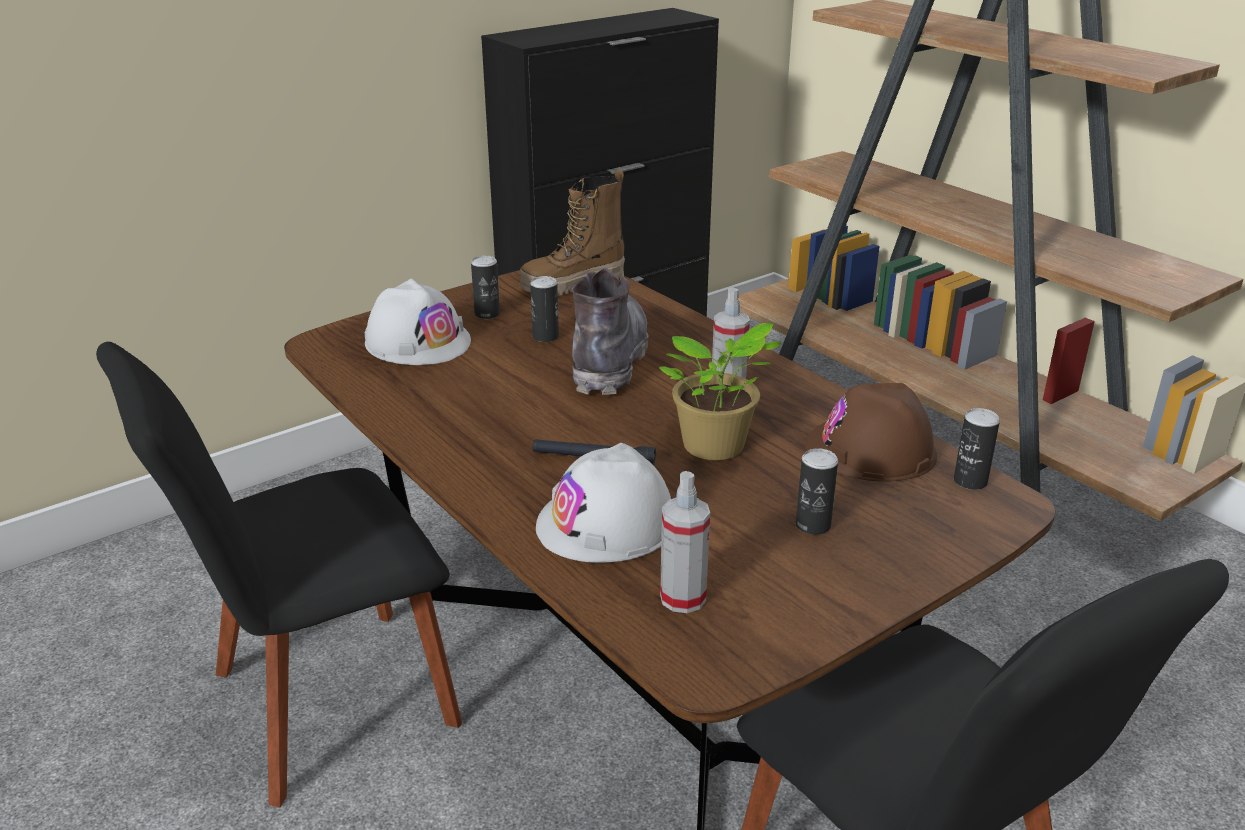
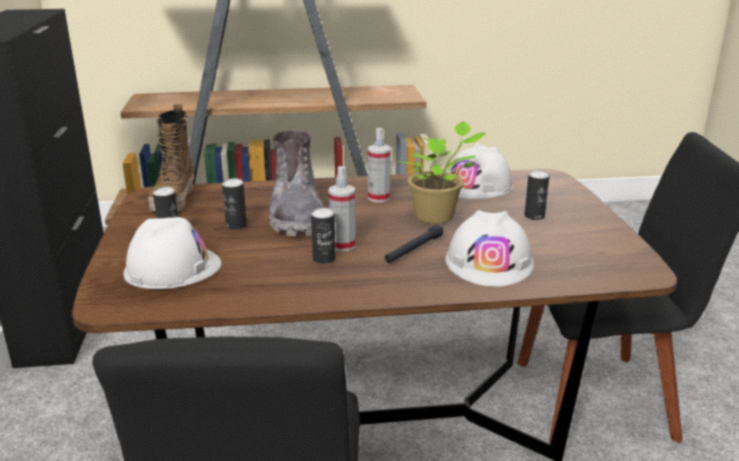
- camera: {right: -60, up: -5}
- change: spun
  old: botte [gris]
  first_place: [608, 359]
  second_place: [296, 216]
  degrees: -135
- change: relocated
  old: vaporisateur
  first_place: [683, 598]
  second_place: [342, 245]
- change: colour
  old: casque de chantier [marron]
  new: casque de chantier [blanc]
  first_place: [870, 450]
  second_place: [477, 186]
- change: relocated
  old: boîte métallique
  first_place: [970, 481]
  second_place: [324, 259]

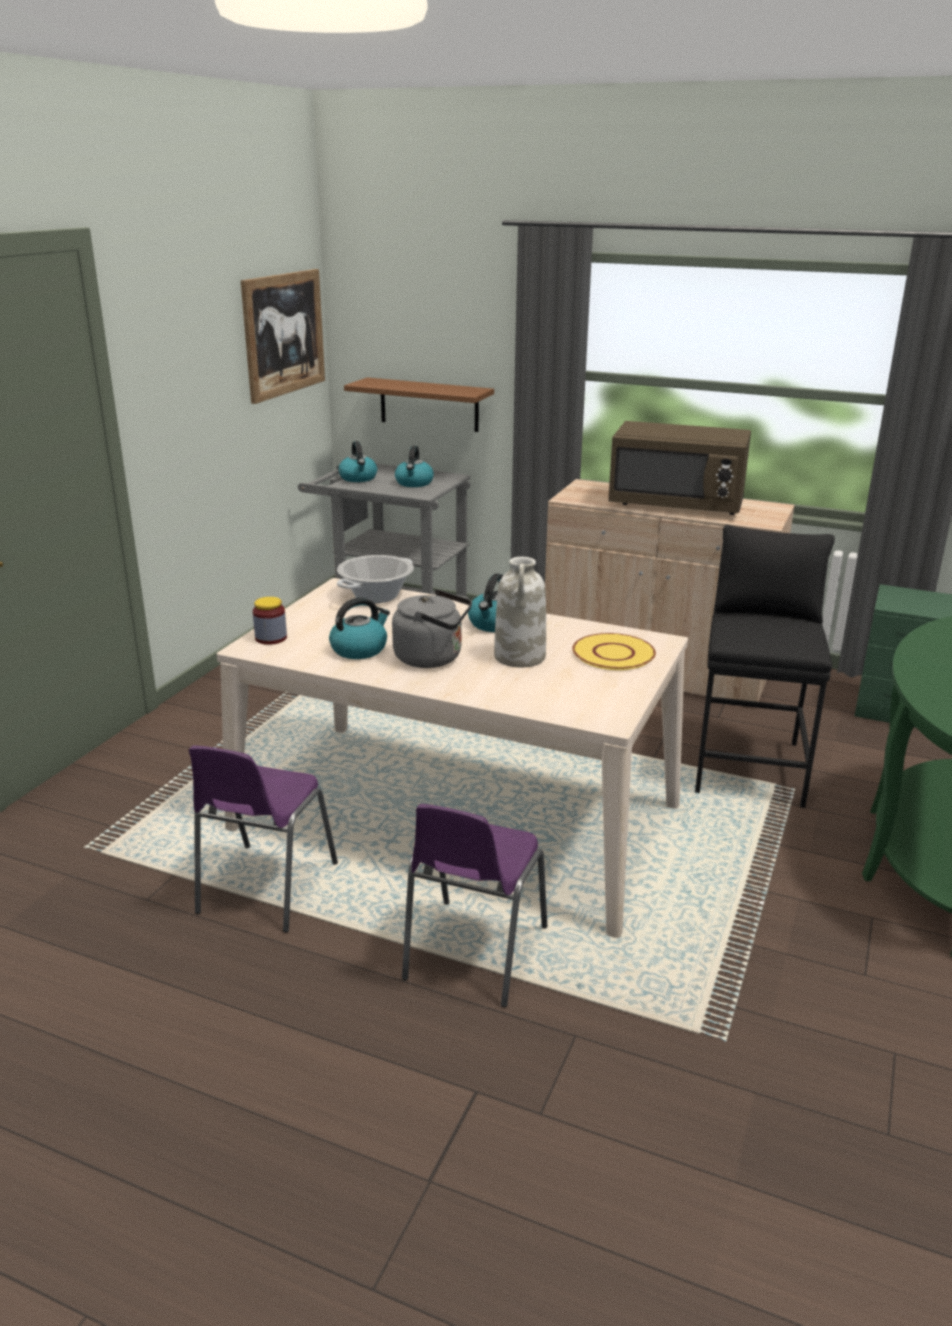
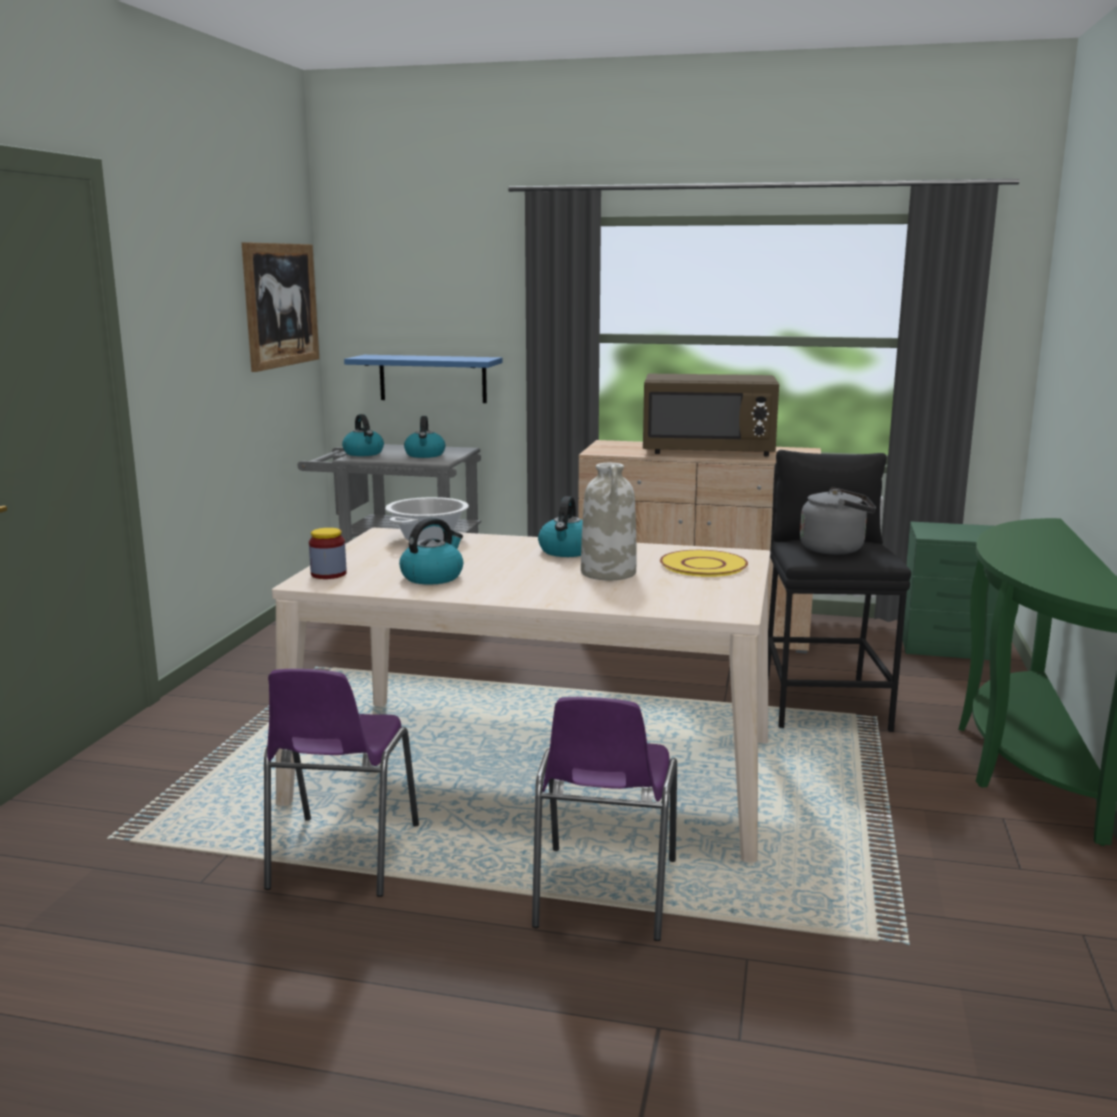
- camera: {right: -10, up: -10}
- change: colour
  old: étagère [marron]
  new: étagère [bleu]
  first_place: [429, 404]
  second_place: [432, 378]
- change: relocated
  old: bouilloire [gris]
  first_place: [432, 658]
  second_place: [836, 549]

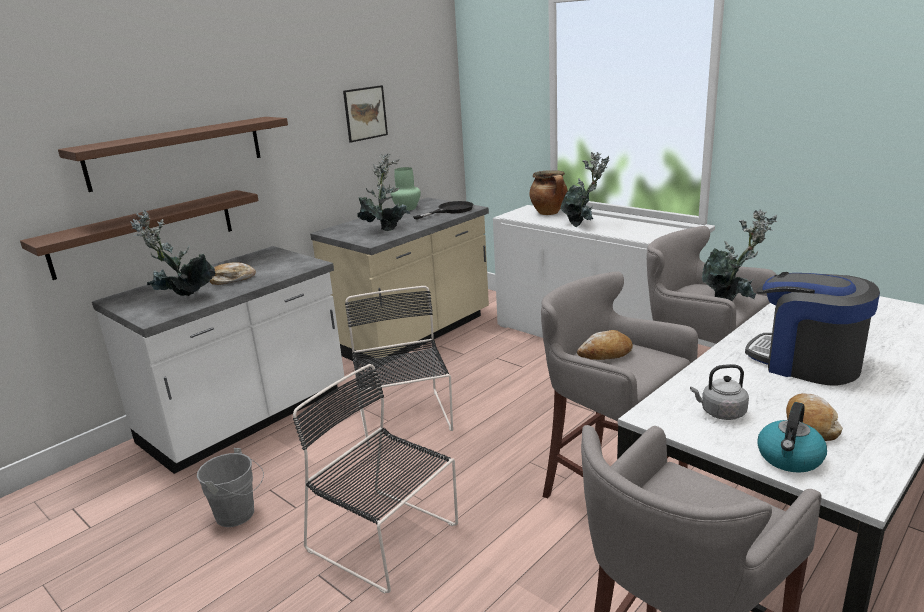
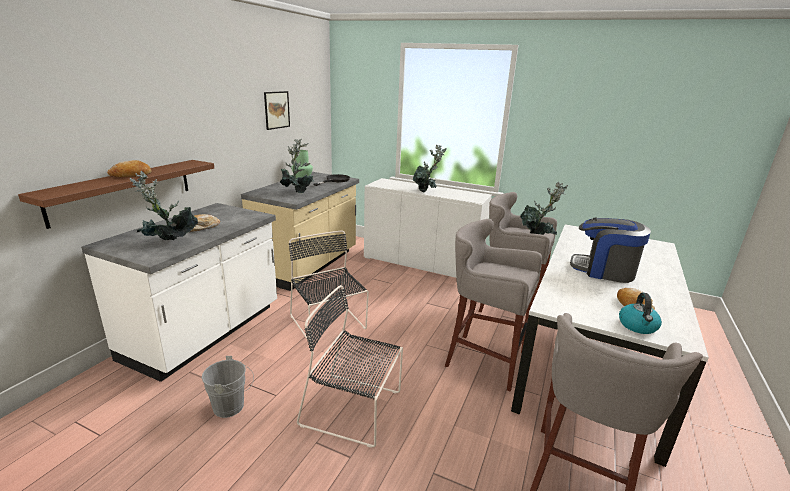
- camera: {right: -20, up: 0}
- change: missing
  old: étagère [marron]
  first_place: [177, 152]
- change: missing
  old: marmite
  first_place: [549, 213]
- change: relocated
  old: pain
  first_place: [605, 353]
  second_place: [131, 175]
- change: missing
  old: bouilloire [gris]
  first_place: [720, 413]

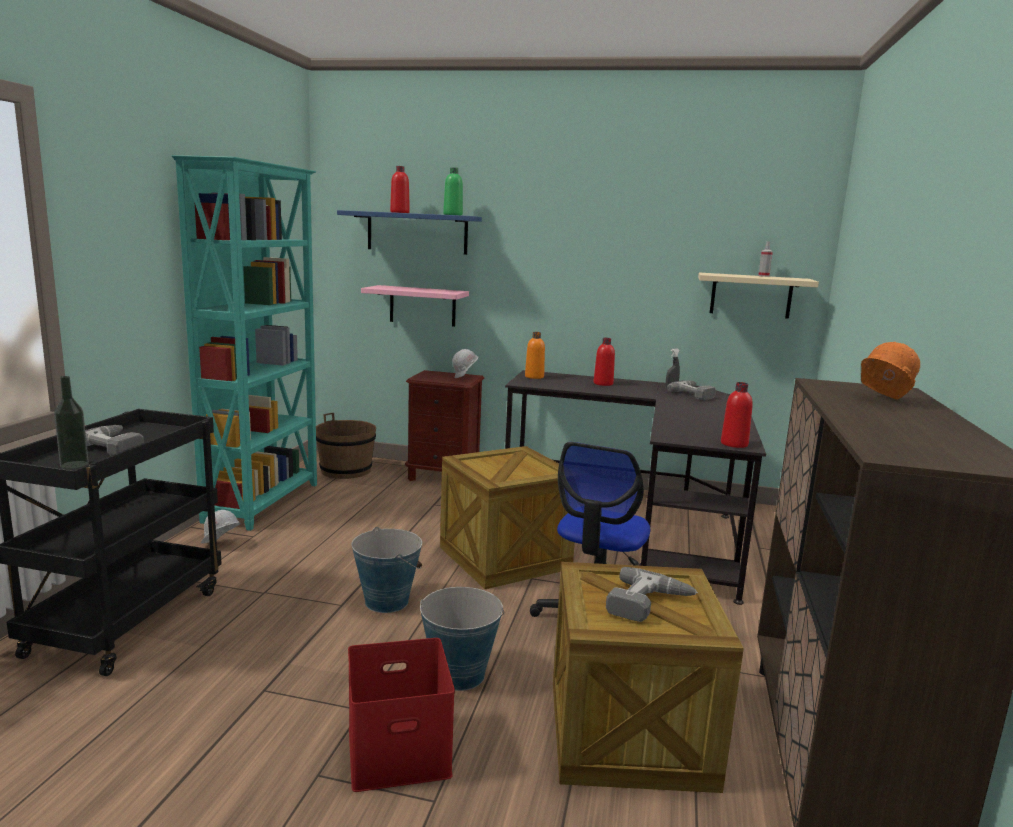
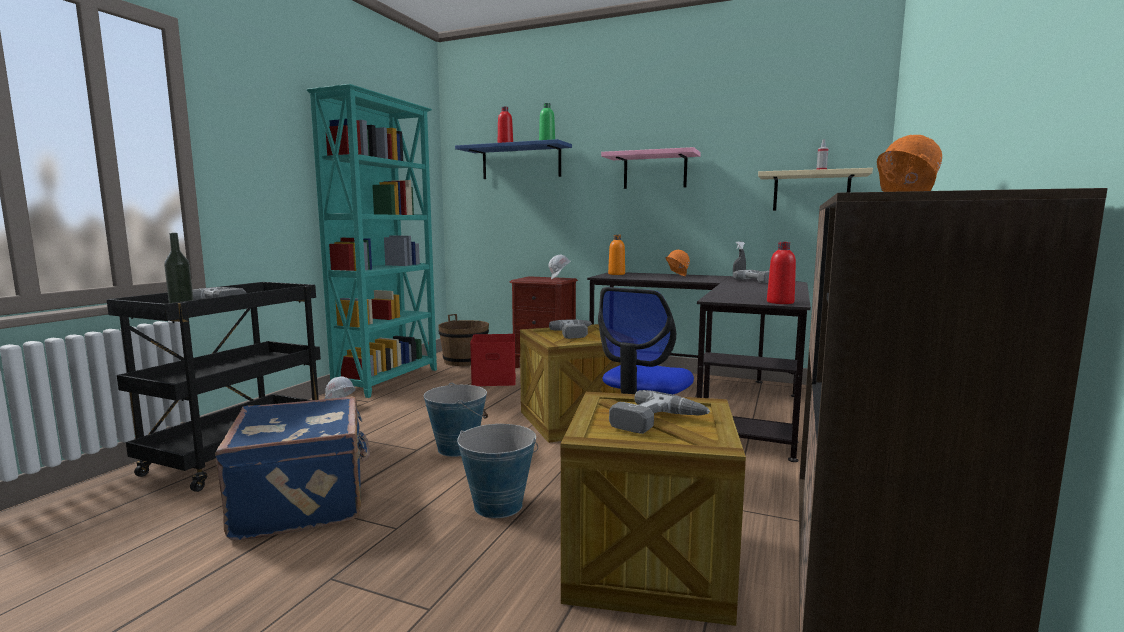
- camera: {right: 10, up: -5}
- change: relocated
  old: boîte de rangement [rouge]
  first_place: [396, 752]
  second_place: [493, 380]
- change: relocated
  old: étagère [rose]
  first_place: [422, 306]
  second_place: [655, 171]
- change: exchanged
  old: bouteille [rouge]
  new: casque de chantier [orange]
  first_place: [603, 384]
  second_place: [676, 276]
- change: appeared
  new: valise [bleu]
  second_place: [305, 501]
- change: appeared
  new: perceuse
  second_place: [576, 333]

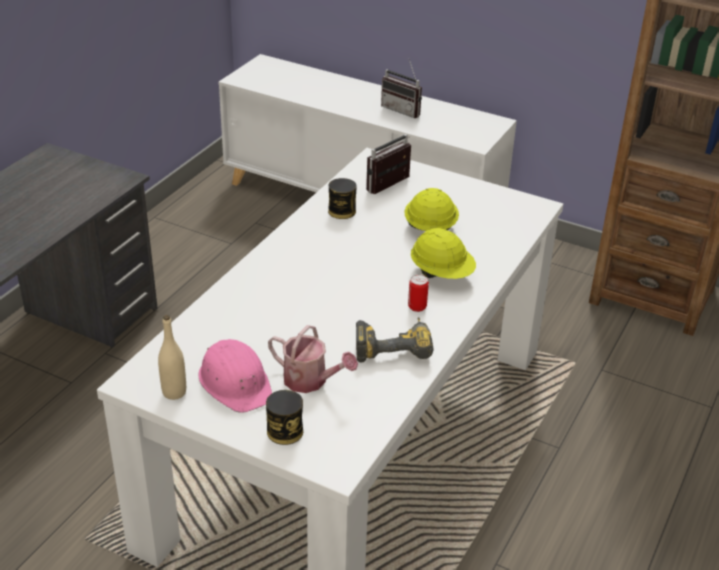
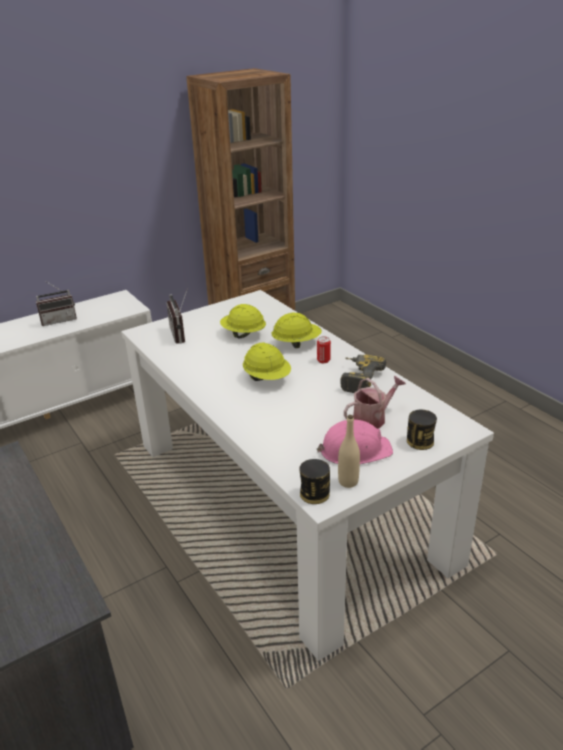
- camera: {right: -60, up: -5}
- change: relocated
  old: boîte métallique
  first_place: [342, 211]
  second_place: [314, 494]
- change: appeared
  new: casque de chantier [jaune]
  second_place: [267, 378]

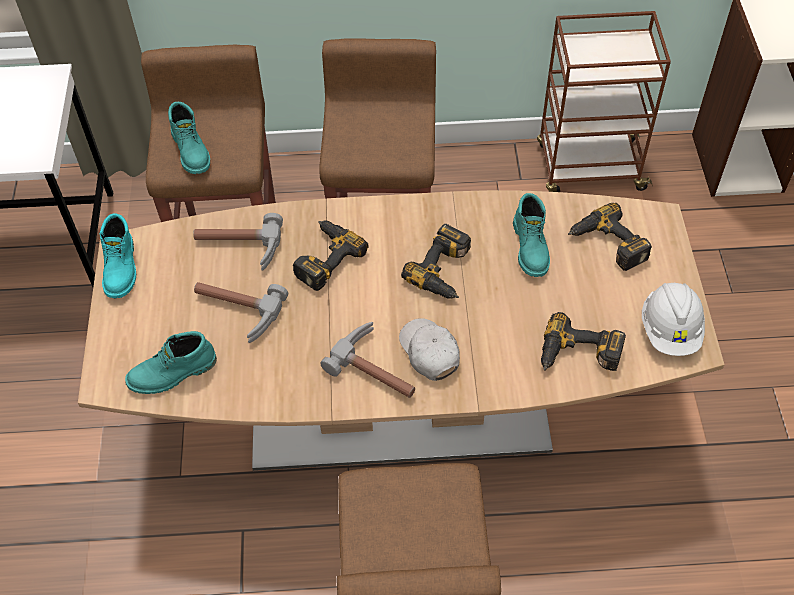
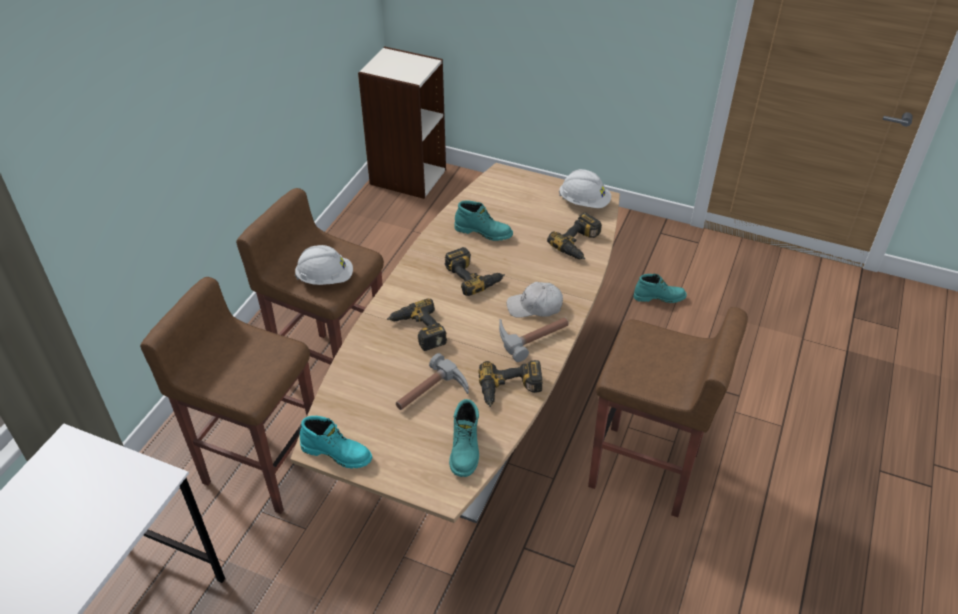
- camera: {right: -65, up: -10}
- change: relocated
  old: botte [turquoise]
  first_place: [192, 151]
  second_place: [659, 297]
- change: missing
  old: marteau
  first_place: [238, 248]
- change: missing
  old: chariot [marron]
  first_place: [588, 168]
- change: relocated
  old: perceuse
  first_place: [607, 245]
  second_place: [510, 390]
- change: appeared
  new: casque de chantier [blanc]
  second_place: [325, 278]

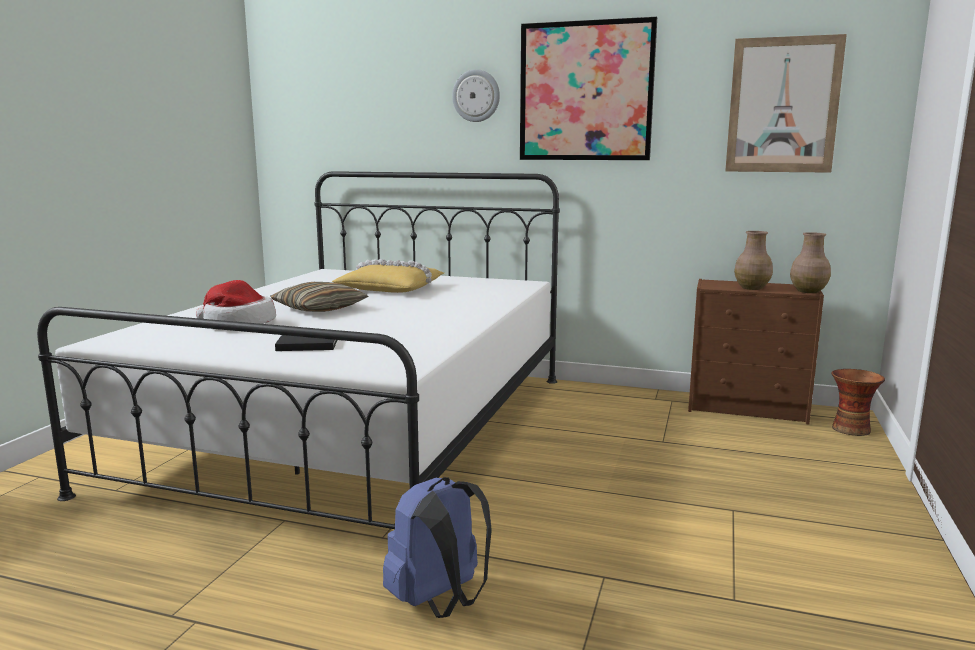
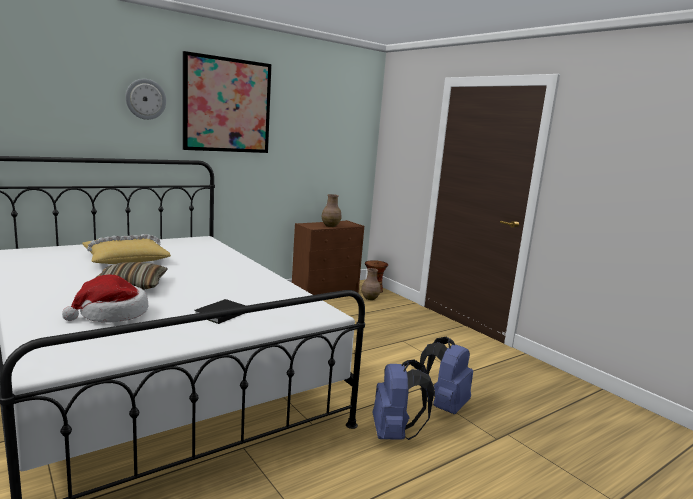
- camera: {right: -55, up: 0}
- change: missing
  old: tableau
  first_place: [783, 105]
- change: relocated
  old: vase [marron]
  first_place: [807, 291]
  second_place: [369, 298]
- change: appeared
  new: sac à dos [bleu]
  second_place: [444, 406]

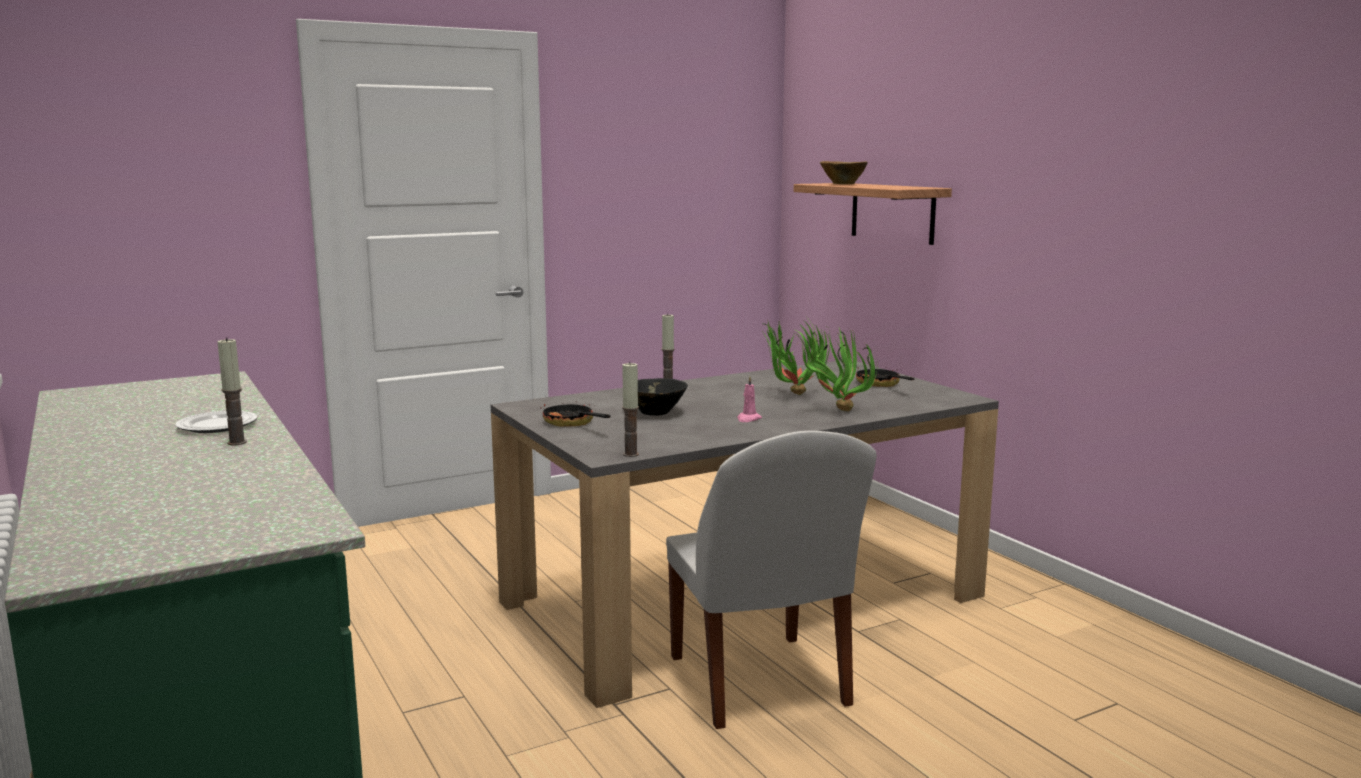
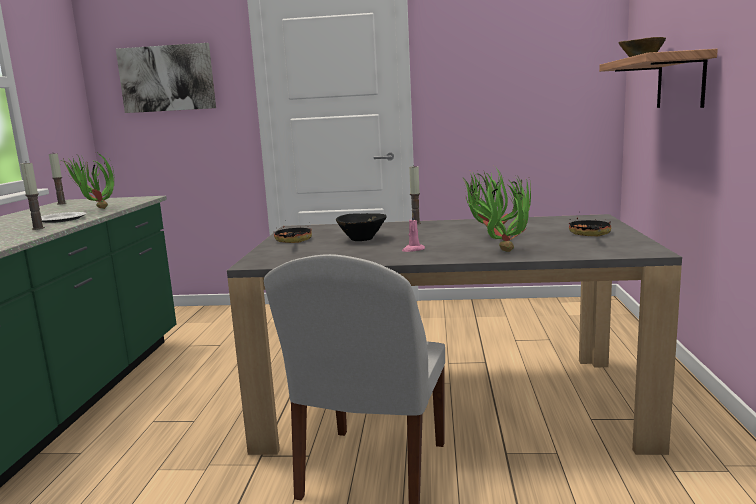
- camera: {right: 35, up: 0}
- change: relocated
  old: bougie
  first_place: [630, 454]
  second_place: [61, 203]
- change: appeared
  new: plante en pot
  second_place: [97, 210]
- change: appeared
  new: tableau
  second_place: [167, 78]

